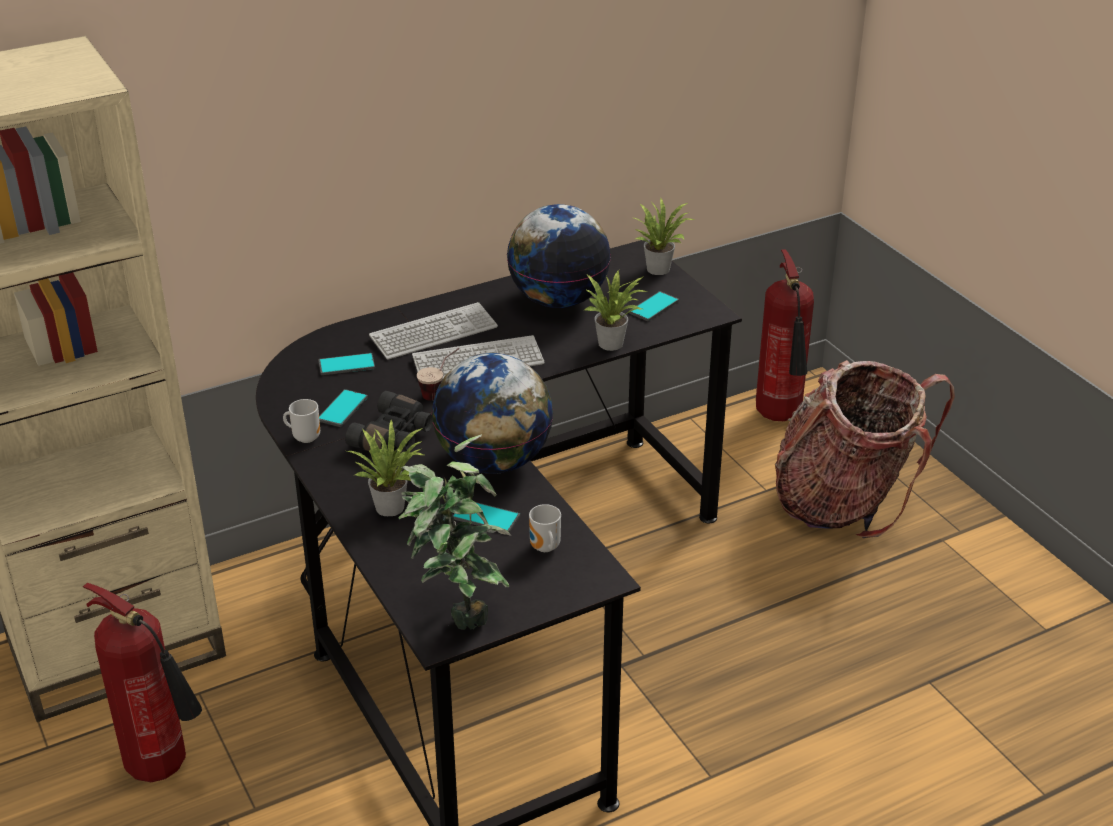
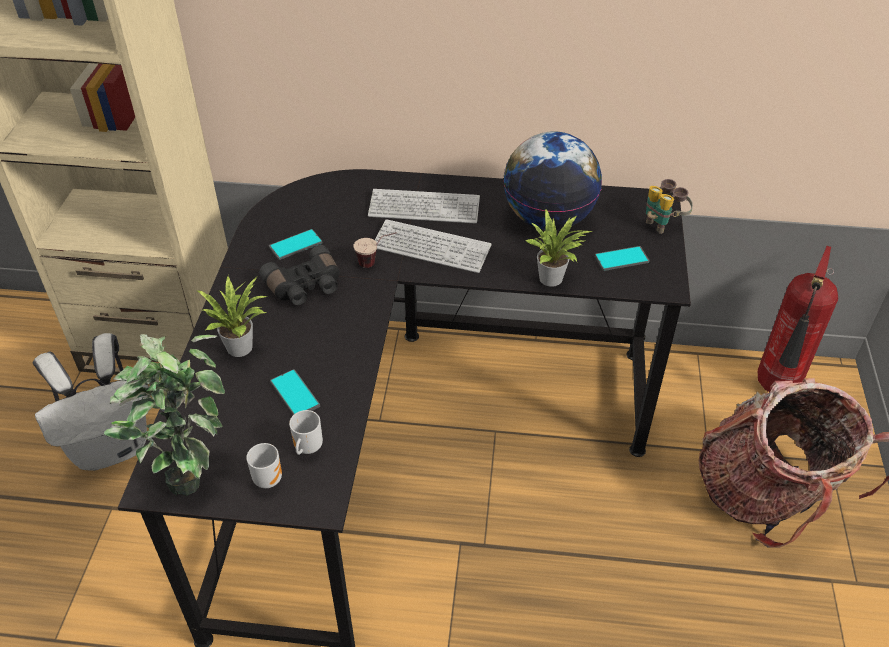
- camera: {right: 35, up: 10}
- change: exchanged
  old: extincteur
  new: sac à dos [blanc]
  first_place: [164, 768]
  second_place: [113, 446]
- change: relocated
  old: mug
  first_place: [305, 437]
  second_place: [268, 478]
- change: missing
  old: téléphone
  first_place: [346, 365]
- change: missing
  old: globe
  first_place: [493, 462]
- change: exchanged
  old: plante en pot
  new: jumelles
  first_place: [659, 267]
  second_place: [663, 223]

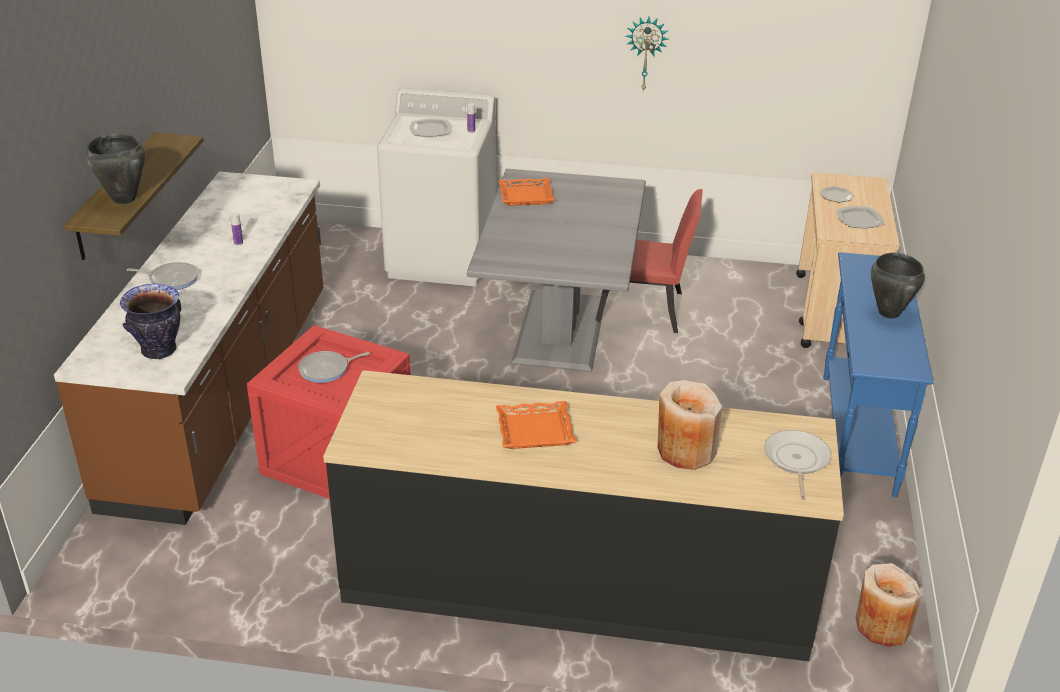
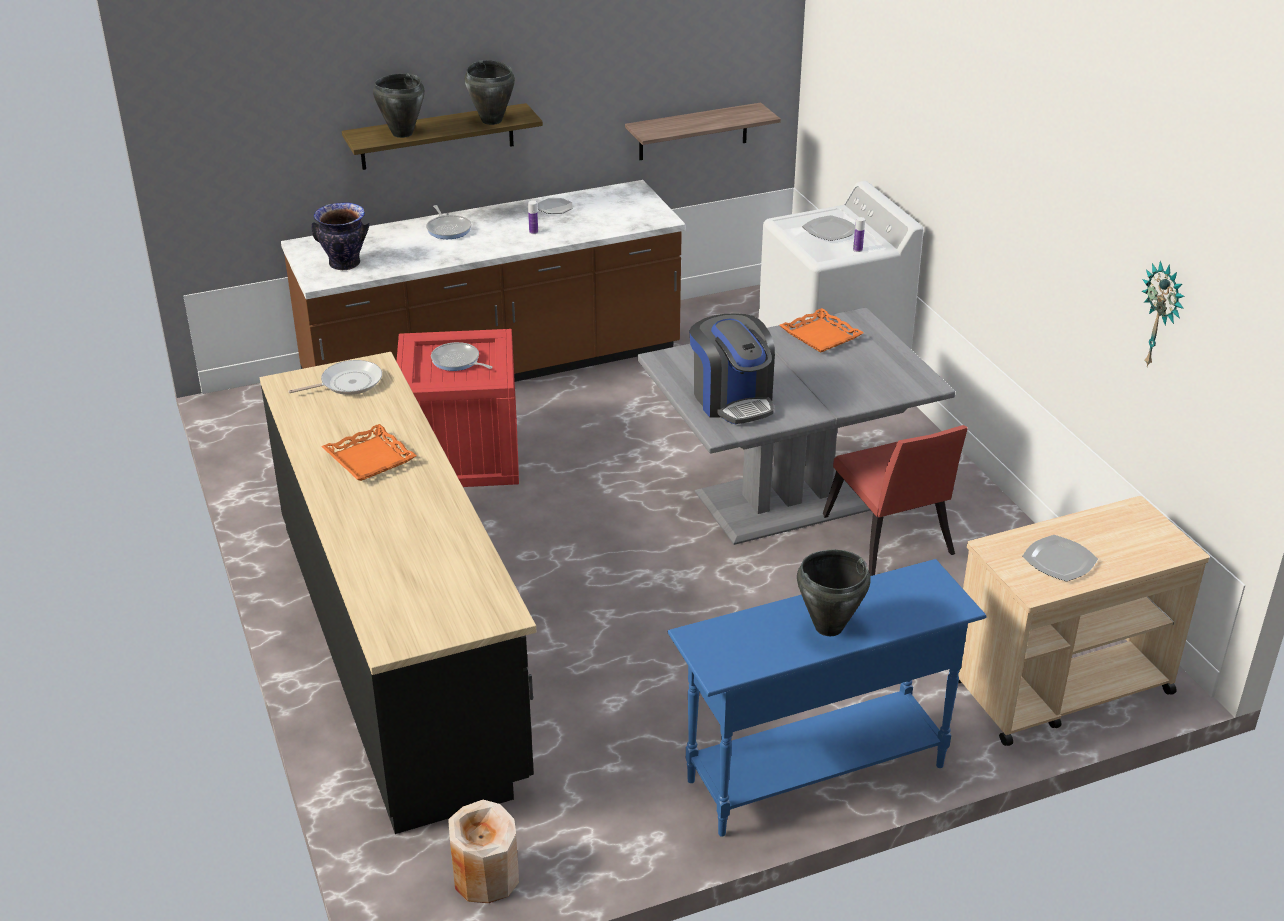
- camera: {right: 60, up: 0}
- change: relocated
  old: horloge murale
  first_place: [646, 53]
  second_place: [1162, 315]
- change: missing
  old: vase [beige]
  first_place: [685, 450]
- change: relocated
  old: poêle
  first_place: [796, 460]
  second_place: [348, 383]
- change: relocated
  old: assiette
  first_place: [836, 196]
  second_place: [555, 207]
- change: appeared
  new: marmite [noir]
  second_place: [492, 120]
- change: appeared
  new: étagère
  second_place: [693, 132]
- change: appeared
  new: machine à café
  second_place: [732, 400]

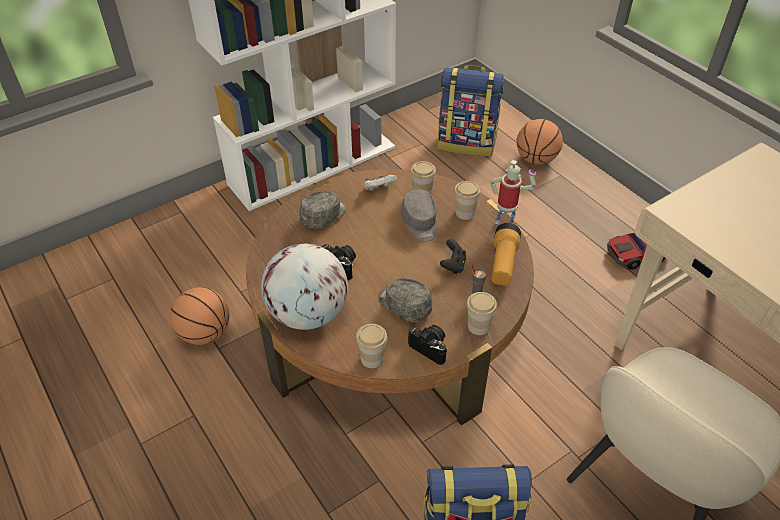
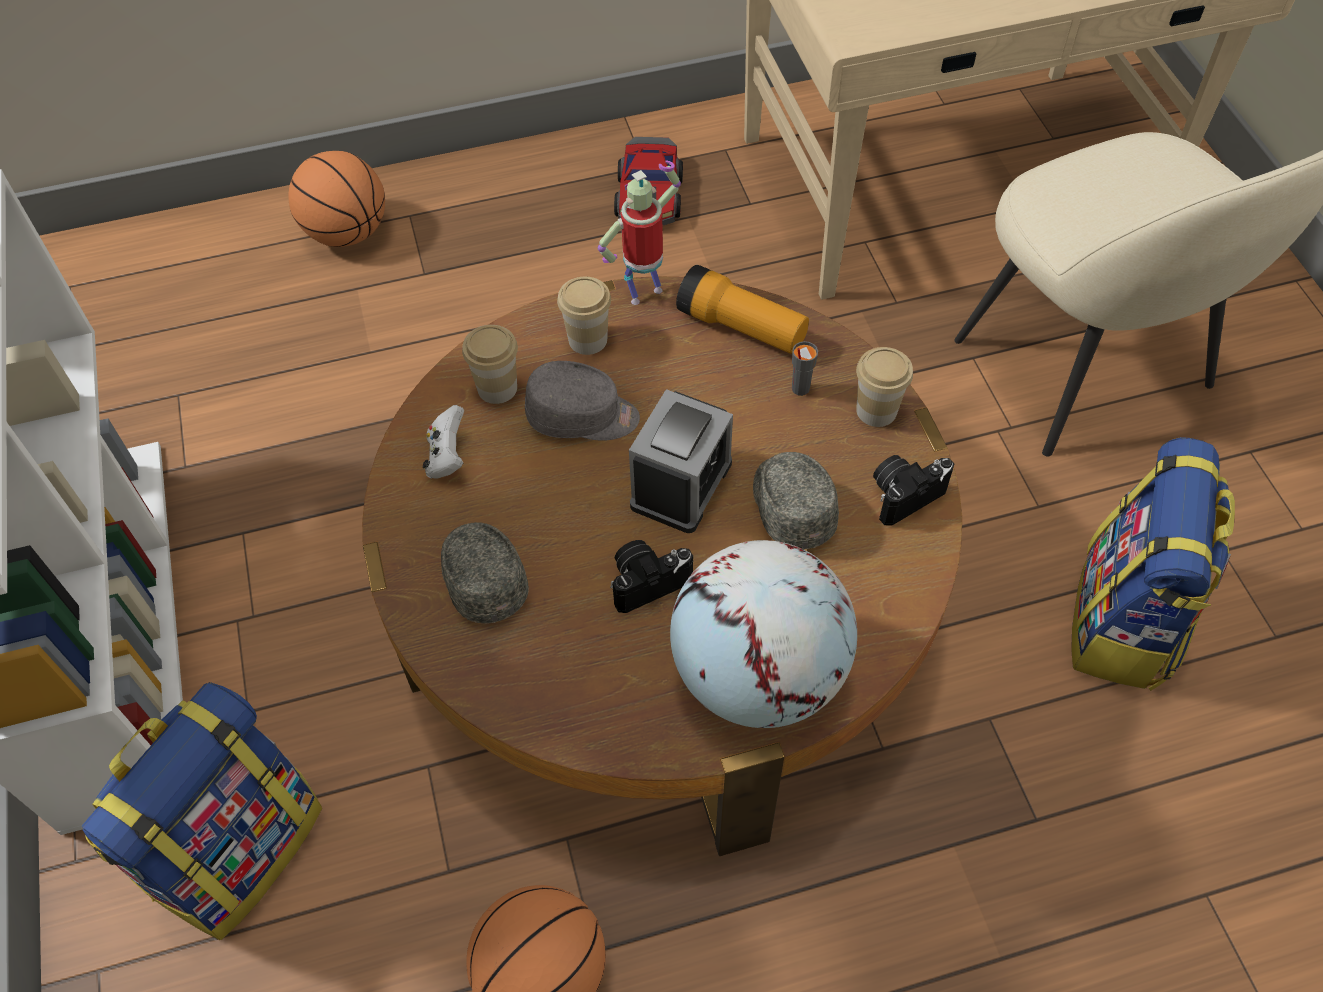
- camera: {right: -70, up: 10}
- change: missing
  old: tasse
  first_place: [372, 358]
- change: spun
  old: casquette [gris]
  first_place: [404, 305]
  second_place: [791, 506]
  degrees: 105
- change: relocated
  old: sac à dos
  first_place: [467, 143]
  second_place: [238, 847]
- change: missing
  old: manette [noir]
  first_place: [453, 265]
- change: appeared
  new: réveil
  second_place: [681, 484]

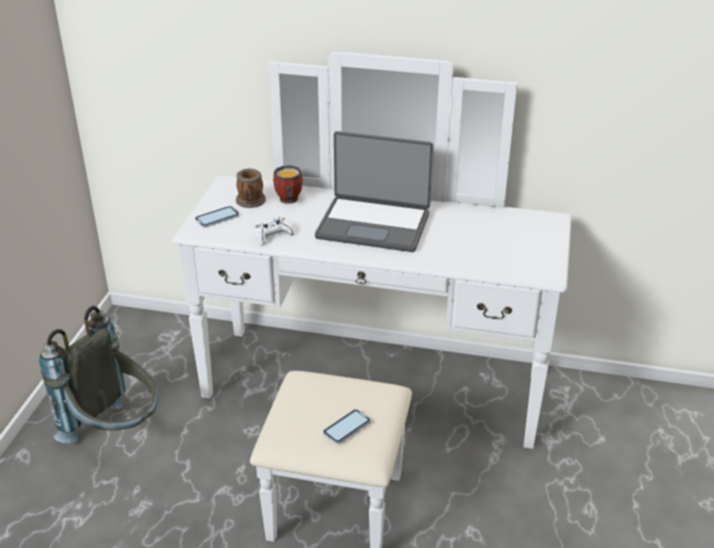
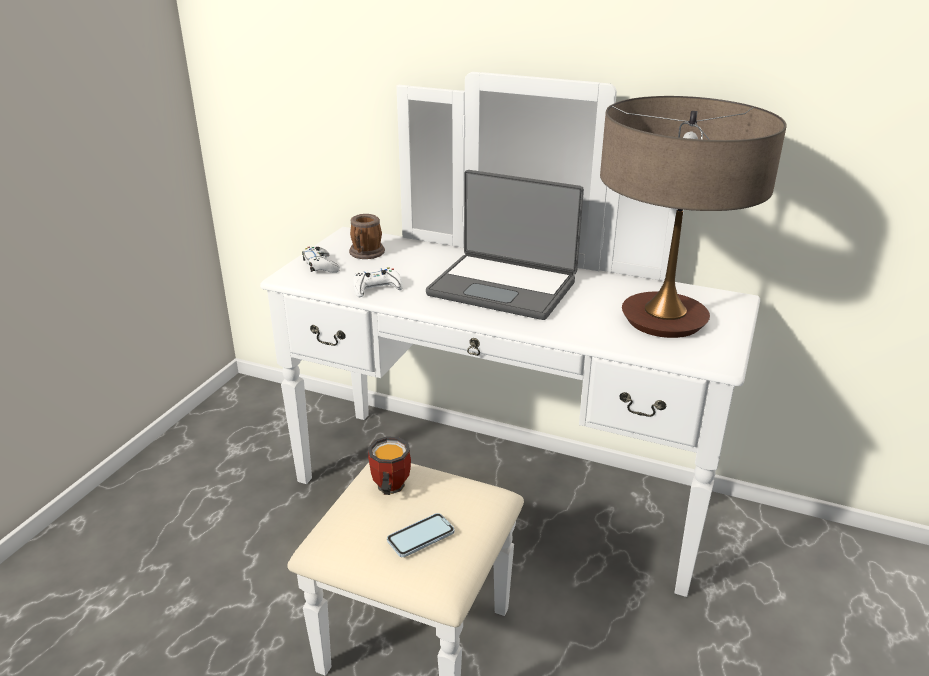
- camera: {right: 10, up: -5}
- change: missing
  old: sac à dos [gris]
  first_place: [115, 433]
- change: exchanged
  old: téléphone
  new: manette [blanc]
  first_place: [217, 218]
  second_place: [320, 266]
- change: relocated
  old: mug
  first_place: [287, 201]
  second_place: [388, 488]
- change: appeared
  new: lampe de table
  second_place: [663, 320]

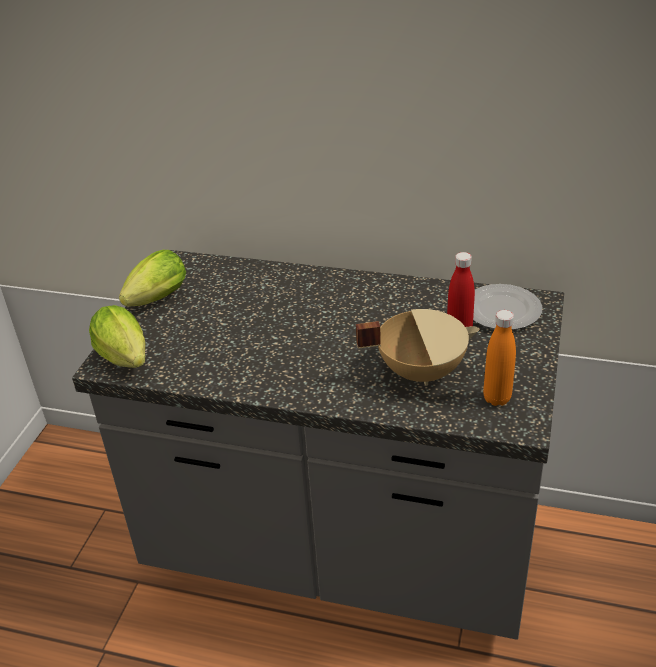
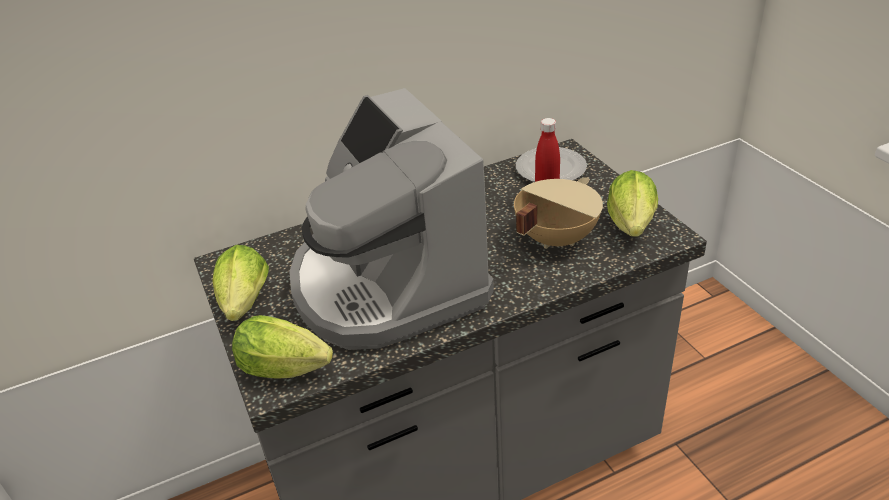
- camera: {right: -40, up: 0}
- change: exchanged
  old: bouteille [orange]
  new: laitue
  first_place: [497, 398]
  second_place: [631, 227]
- change: appeared
  new: machine à café
  second_place: [387, 283]

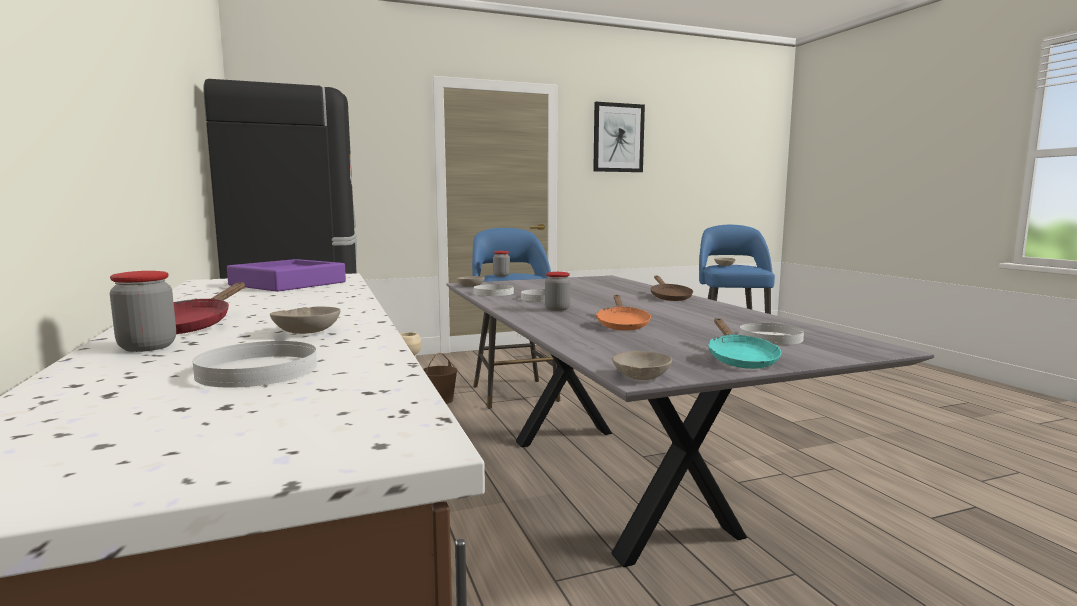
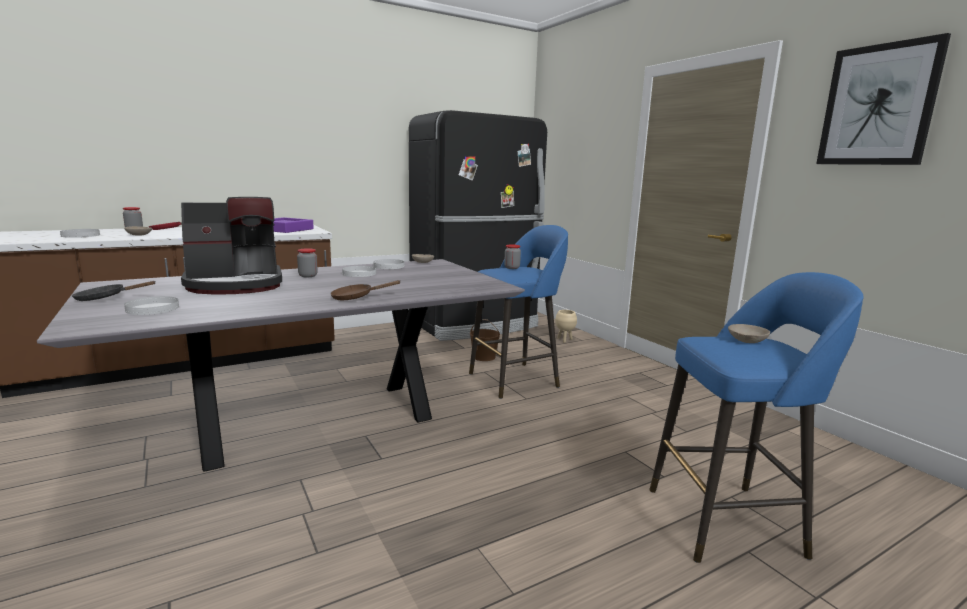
- camera: {right: 80, up: 5}
- change: exchanged
  old: poêle [orange]
  new: machine à café
  first_place: [622, 325]
  second_place: [236, 285]
- change: missing
  old: bol [beige]
  first_place: [642, 376]
- change: colour
  old: poêle [turquoise]
  new: poêle [noir]
  first_place: [739, 359]
  second_place: [105, 298]

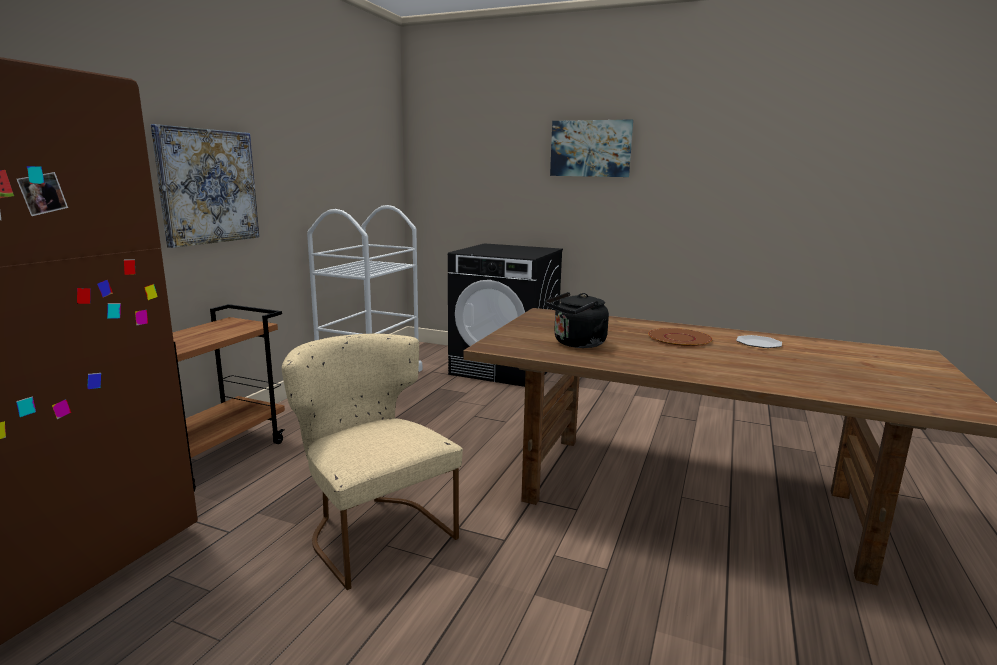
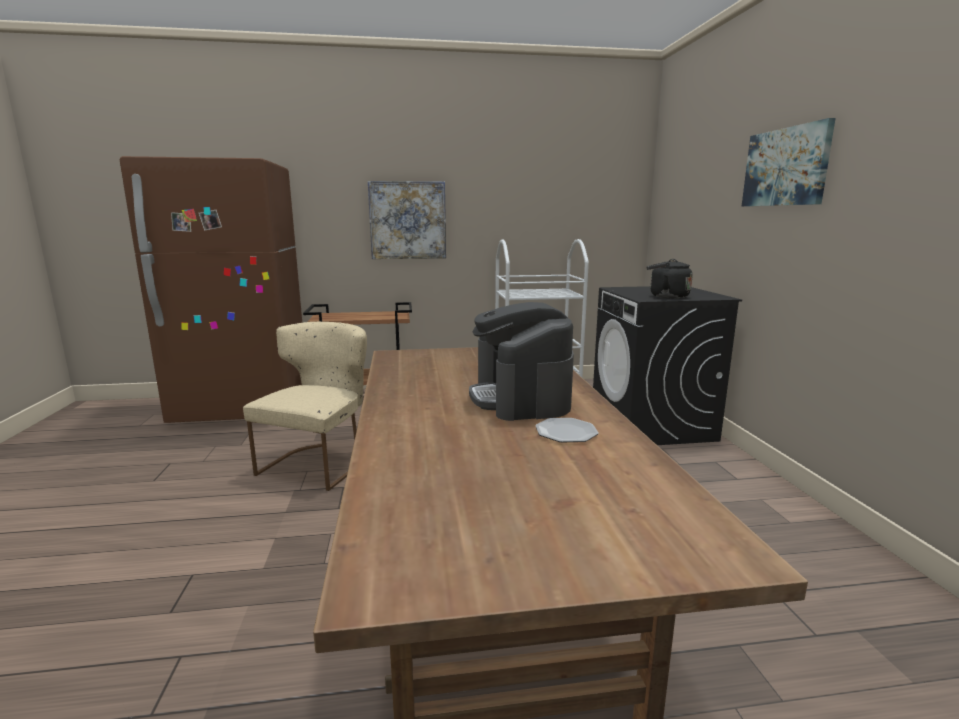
- camera: {right: 60, up: 0}
- change: relocated
  old: bouilloire [noir]
  first_place: [577, 344]
  second_place: [666, 296]
- change: exchanged
  old: assiette [marron]
  new: machine à café
  first_place: [679, 338]
  second_place: [520, 398]

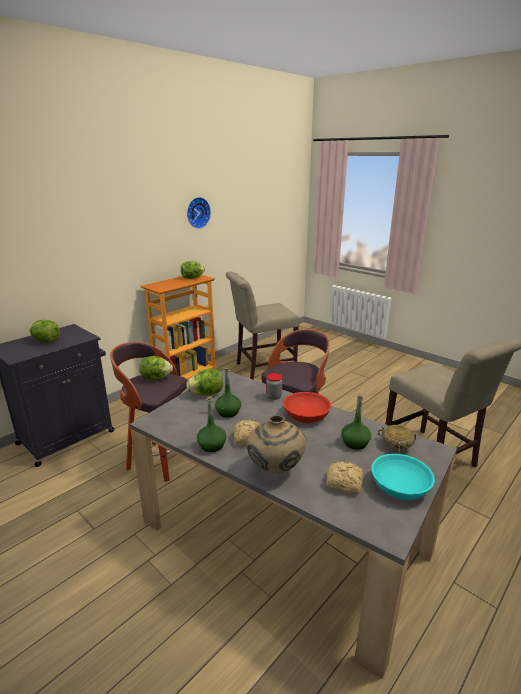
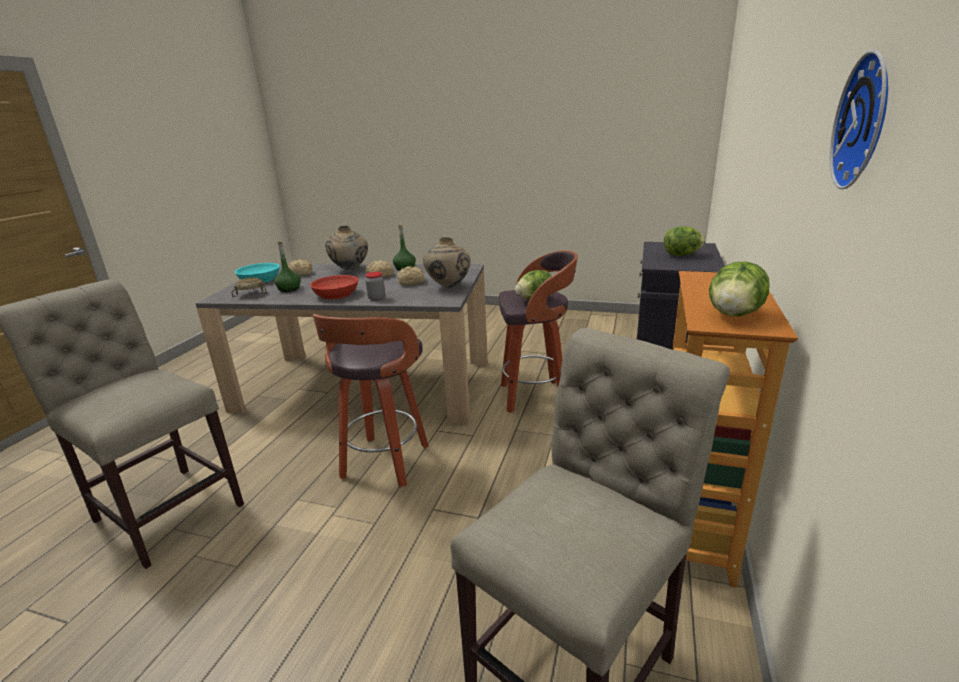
- camera: {right: 155, up: 0}
- change: exchanged
  old: laitue
  new: vase [beige]
  first_place: [206, 394]
  second_place: [448, 287]
- change: exchanged
  old: bouteille [vert]
  new: pain
  first_place: [228, 412]
  second_place: [412, 282]

